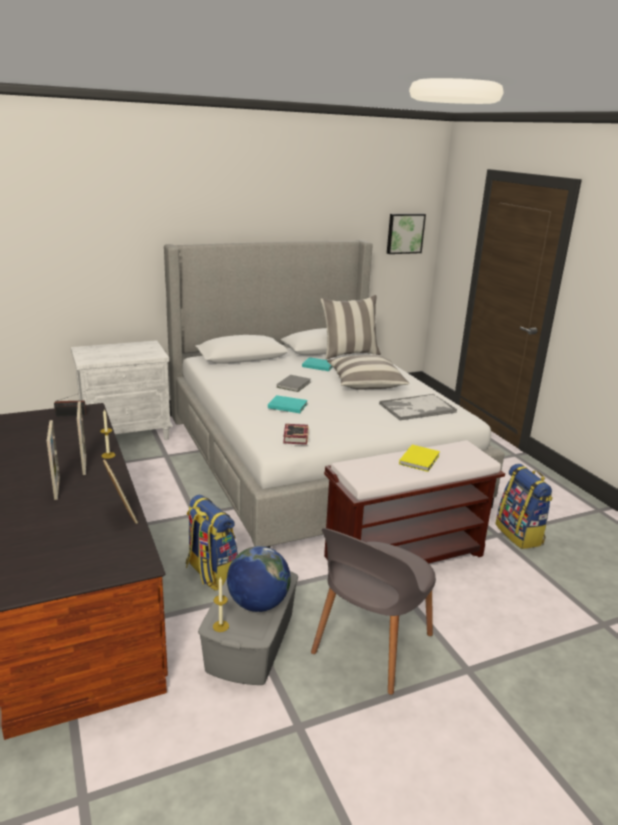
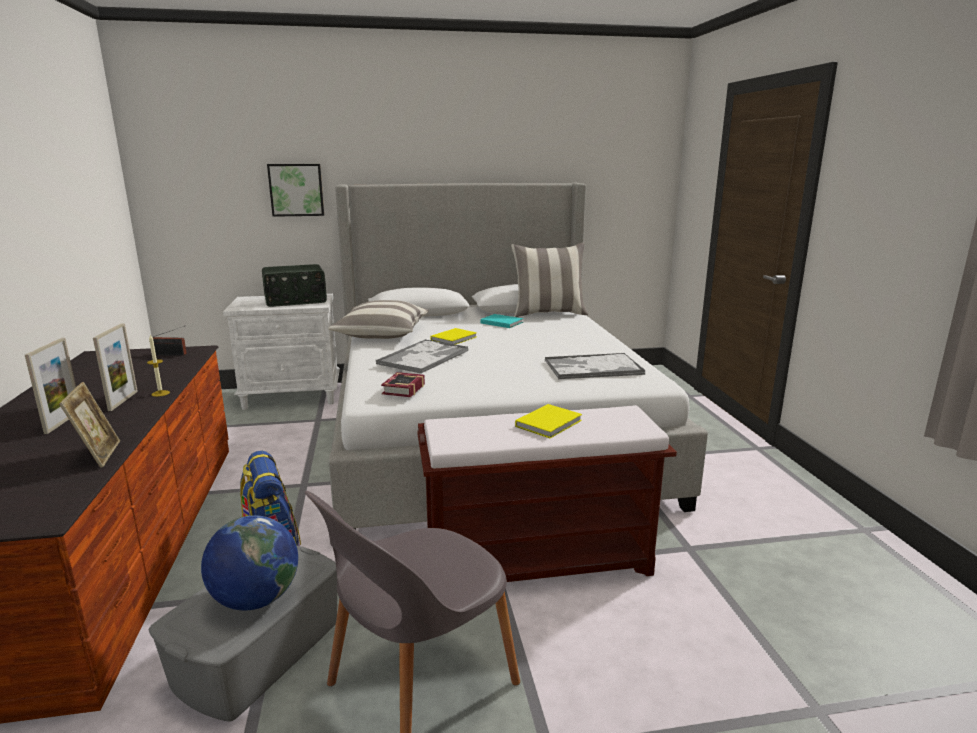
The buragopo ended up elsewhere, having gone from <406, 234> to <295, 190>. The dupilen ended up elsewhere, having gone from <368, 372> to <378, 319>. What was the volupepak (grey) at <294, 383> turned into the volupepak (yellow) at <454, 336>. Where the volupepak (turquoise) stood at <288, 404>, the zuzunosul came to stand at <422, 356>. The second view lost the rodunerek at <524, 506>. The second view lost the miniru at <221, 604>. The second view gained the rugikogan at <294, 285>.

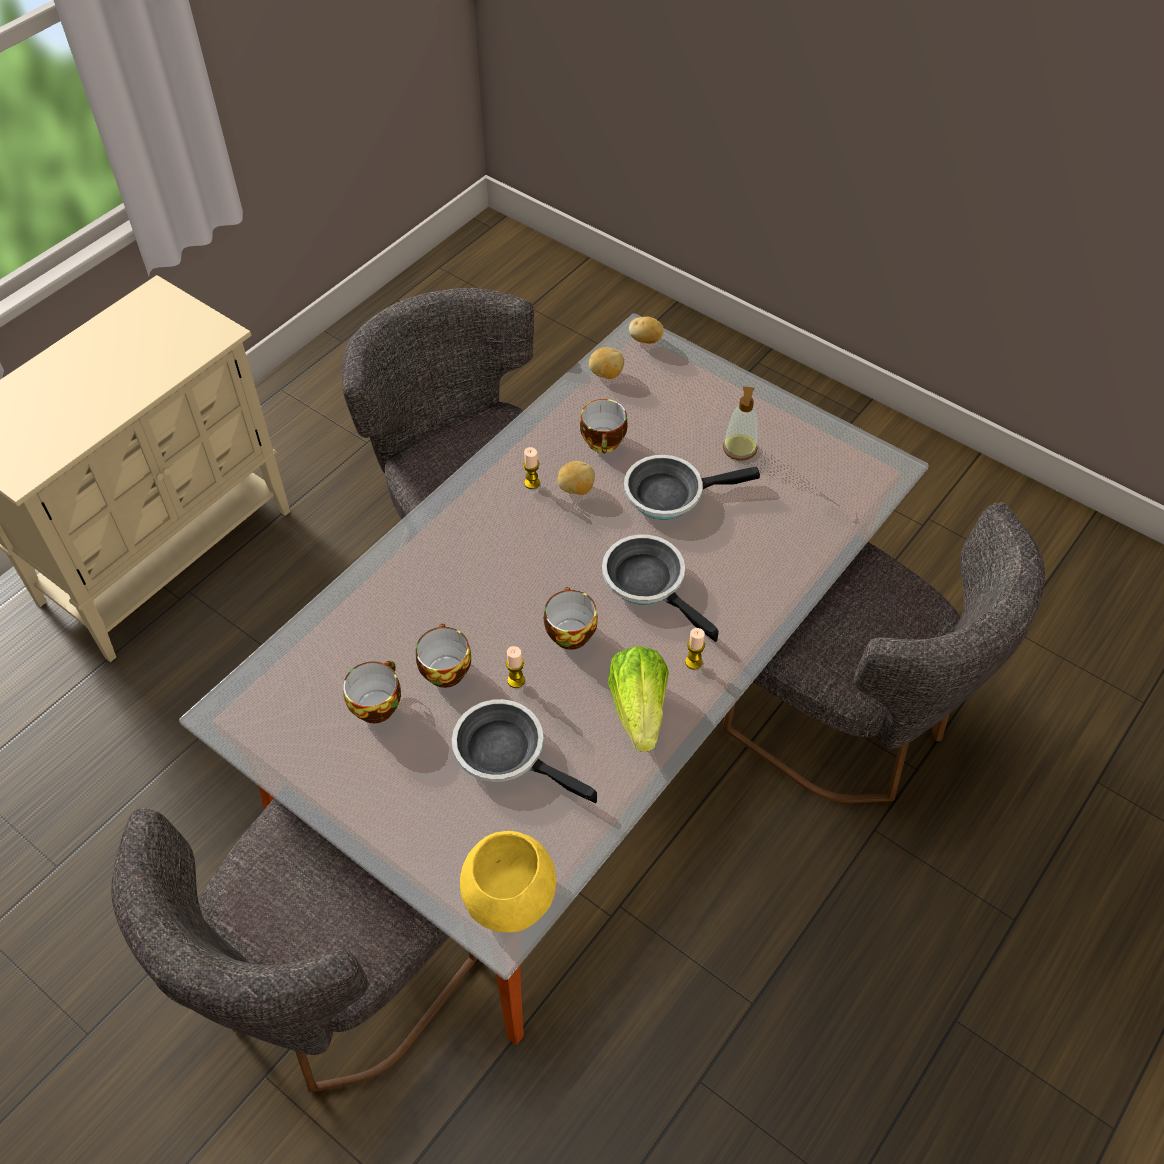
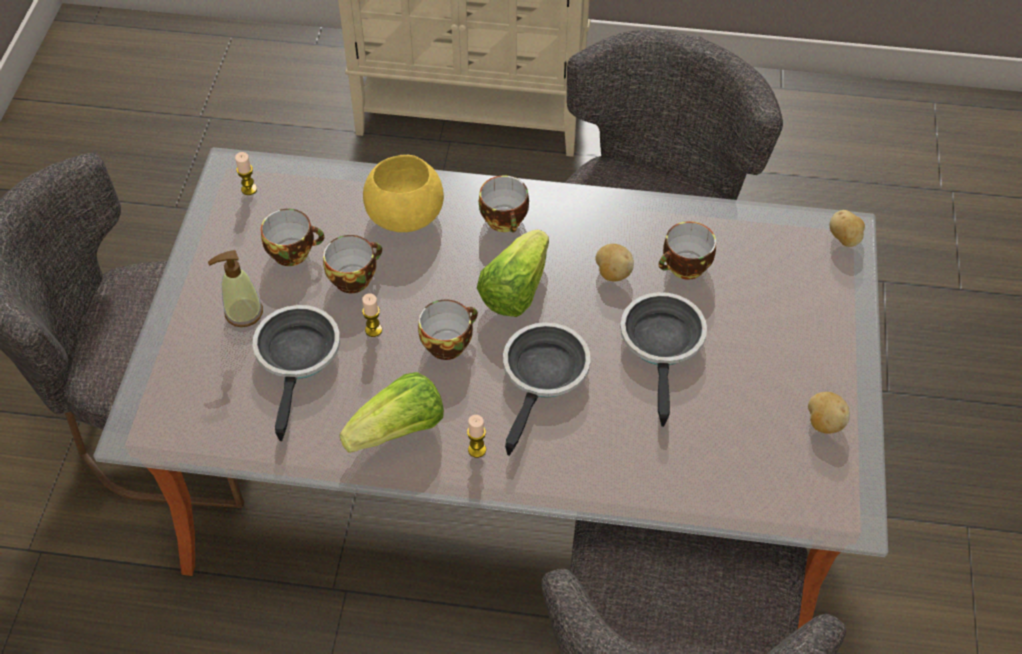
The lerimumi ended up elsewhere, having gone from <606, 363> to <829, 412>. The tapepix ended up elsewhere, having gone from <740, 423> to <235, 288>. The miniru ended up elsewhere, having gone from <531, 468> to <246, 173>. The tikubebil at <692, 487> ended up facing another way, 45 degrees clockwise from before. The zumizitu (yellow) ended up elsewhere, having gone from <508, 882> to <403, 193>. The second view gained the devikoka at <504, 204>. The second view gained the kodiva at <513, 273>.

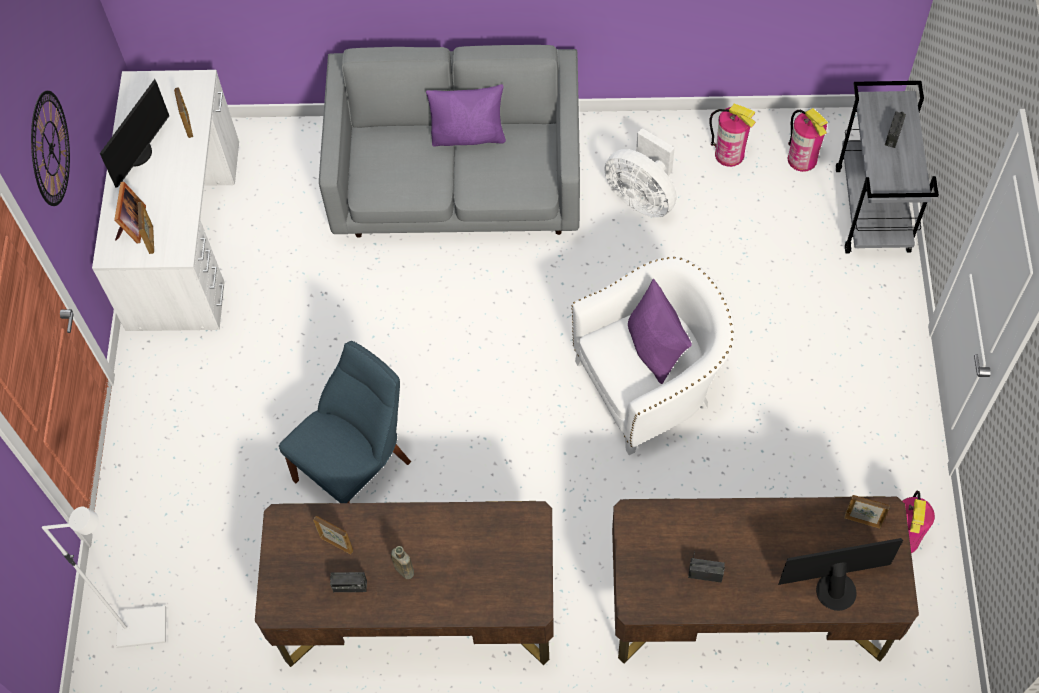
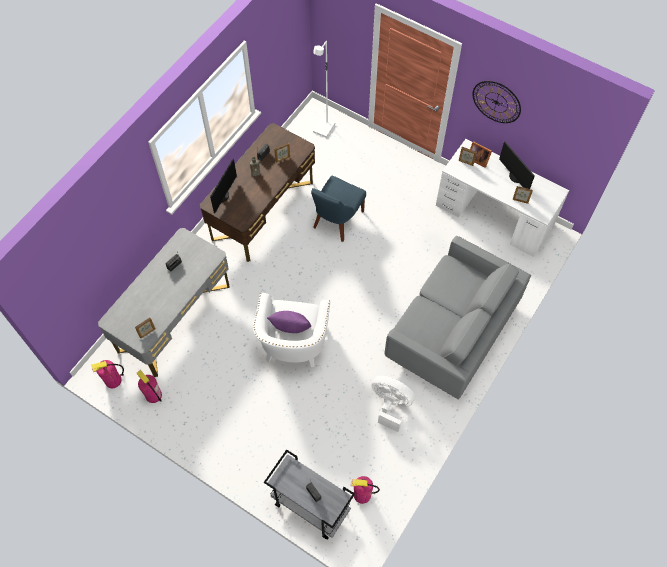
The second view lost the dupilen (purple) at <466, 115>. The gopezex ended up elsewhere, having gone from <733, 135> to <108, 374>. The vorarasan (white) at <640, 173> ended up facing another way, 45 degrees clockwise from before. The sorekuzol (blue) at <345, 422> ended up facing another way, 45 degrees clockwise from before. What was the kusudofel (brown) at <765, 580> turned into the kusudofel (grey) at <164, 302>. The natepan ended up elsewhere, having gone from <840, 574> to <223, 186>.

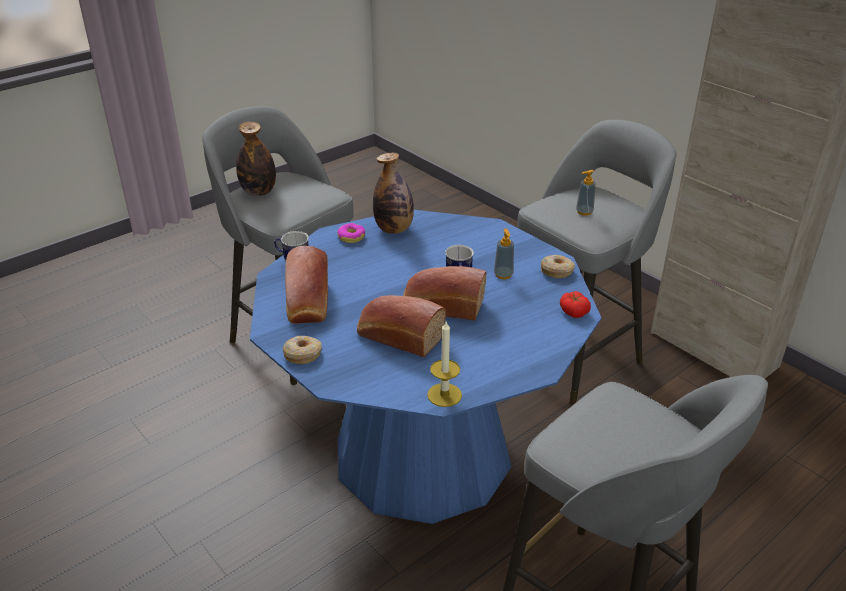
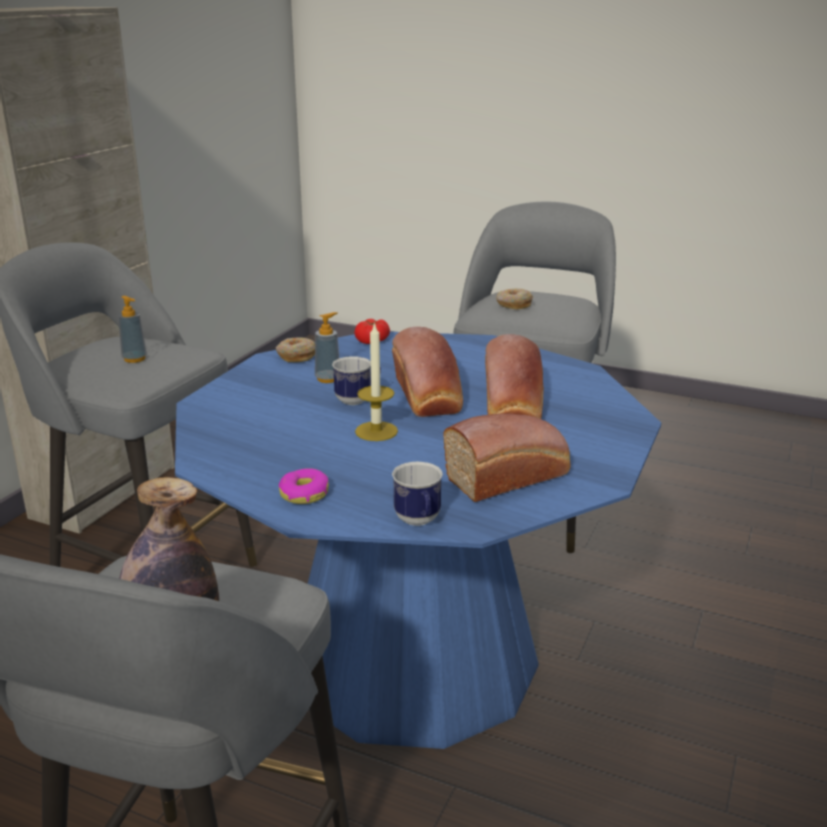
The second view lost the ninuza at <393, 193>. The miniru ended up elsewhere, having gone from <444, 364> to <376, 381>. The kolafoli ended up elsewhere, having gone from <302, 350> to <514, 299>.

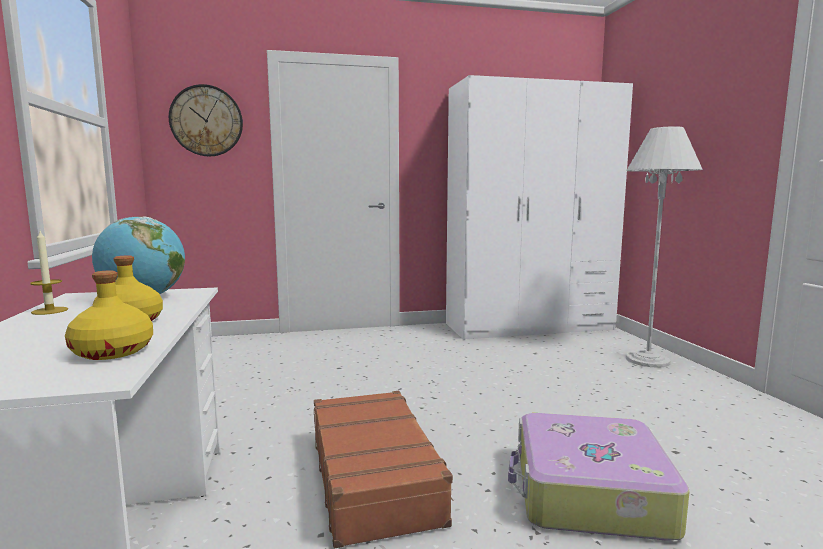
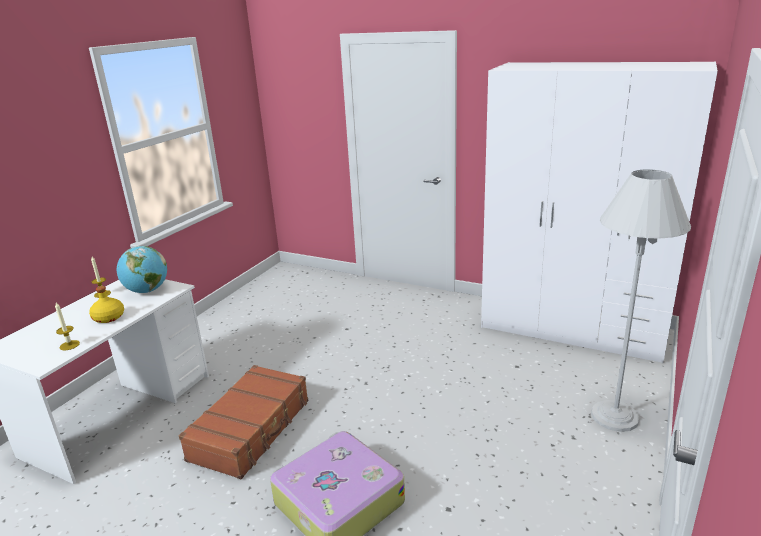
The second view lost the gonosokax at <206, 120>. Where the ninuza (yellow) stood at <109, 315>, the miniru came to stand at <67, 326>.

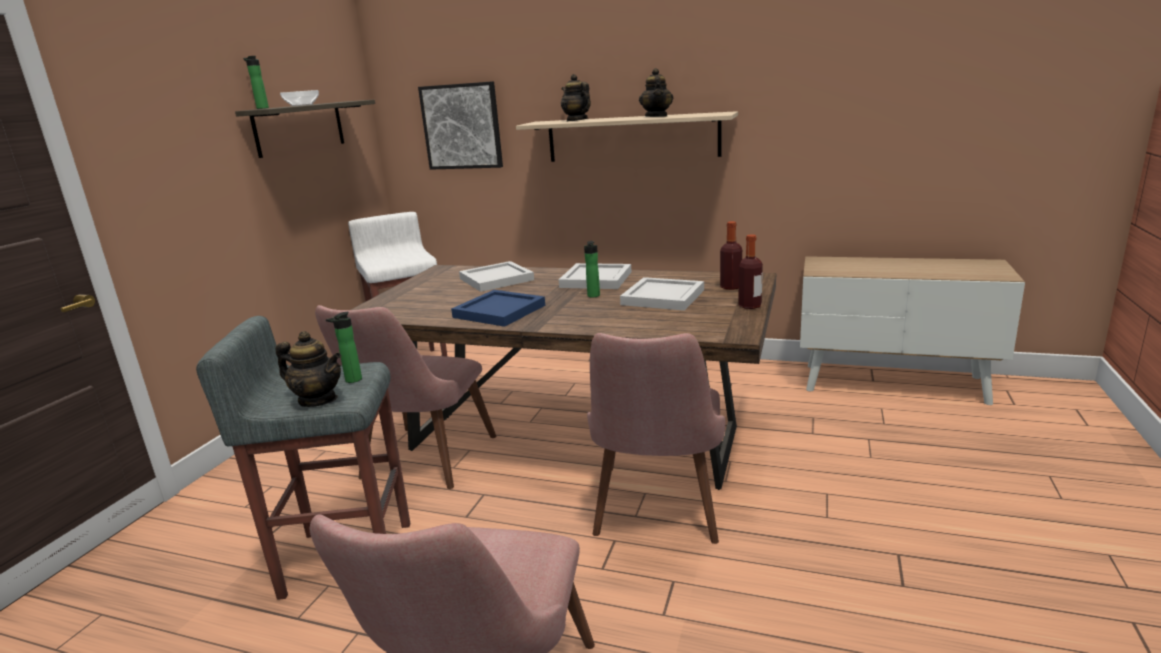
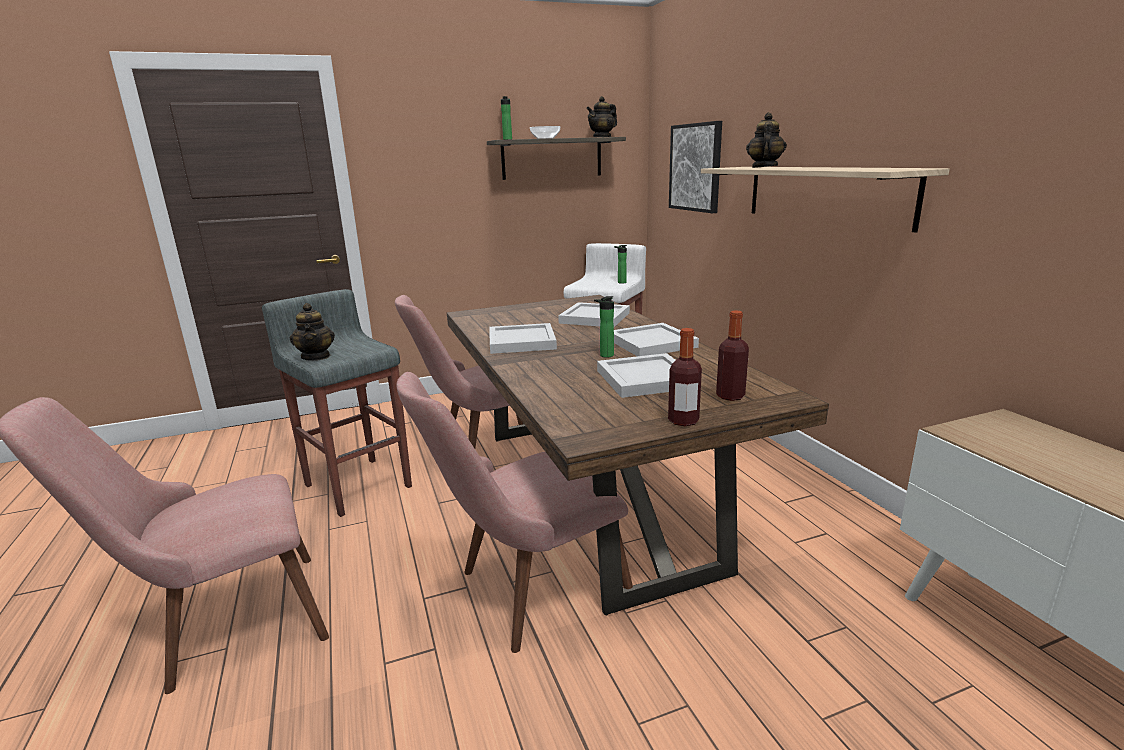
The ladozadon ended up elsewhere, having gone from <656, 92> to <601, 116>. What was the zuzunosul (blue) at <498, 308> turned into the zuzunosul (white) at <523, 338>. The ninuza ended up elsewhere, having gone from <344, 347> to <620, 264>.

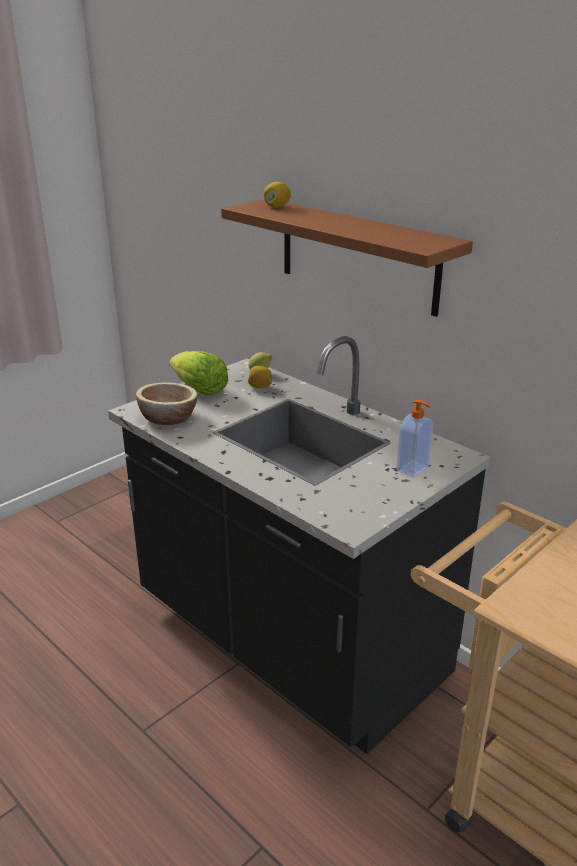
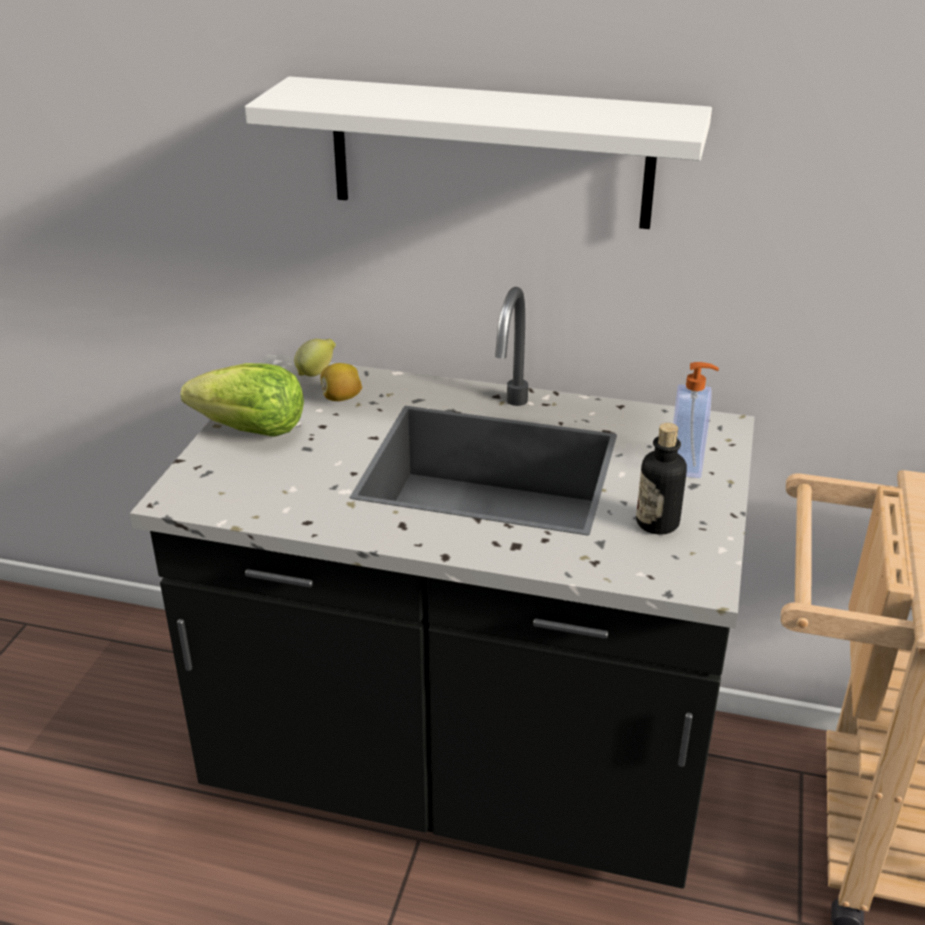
The second view lost the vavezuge at <277, 195>. What was the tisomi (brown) at <347, 258> turned into the tisomi (white) at <478, 152>. The second view lost the zumizitu at <166, 403>. The second view gained the ninuza at <661, 479>.

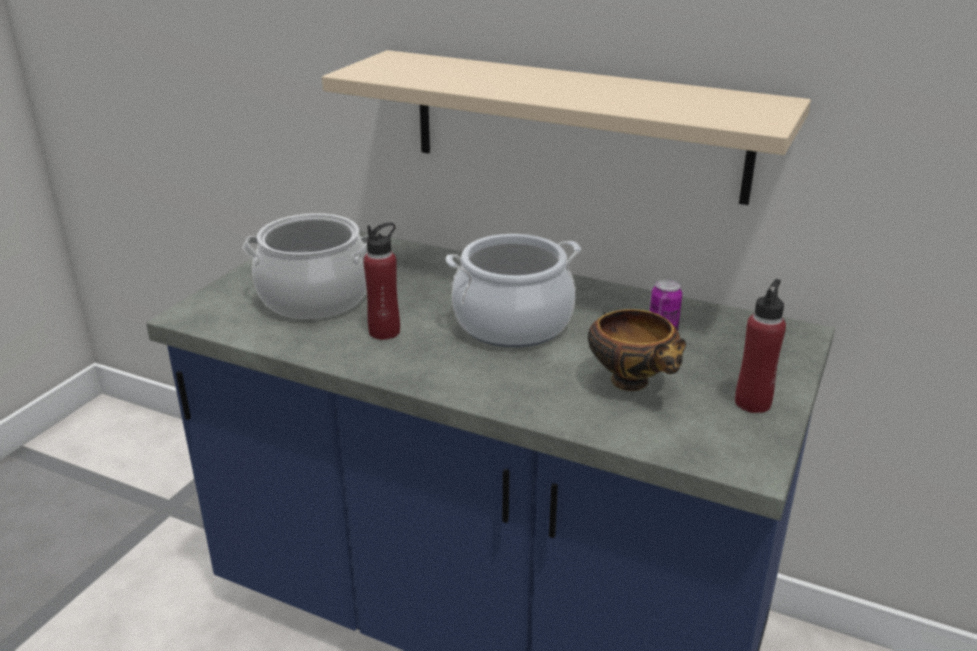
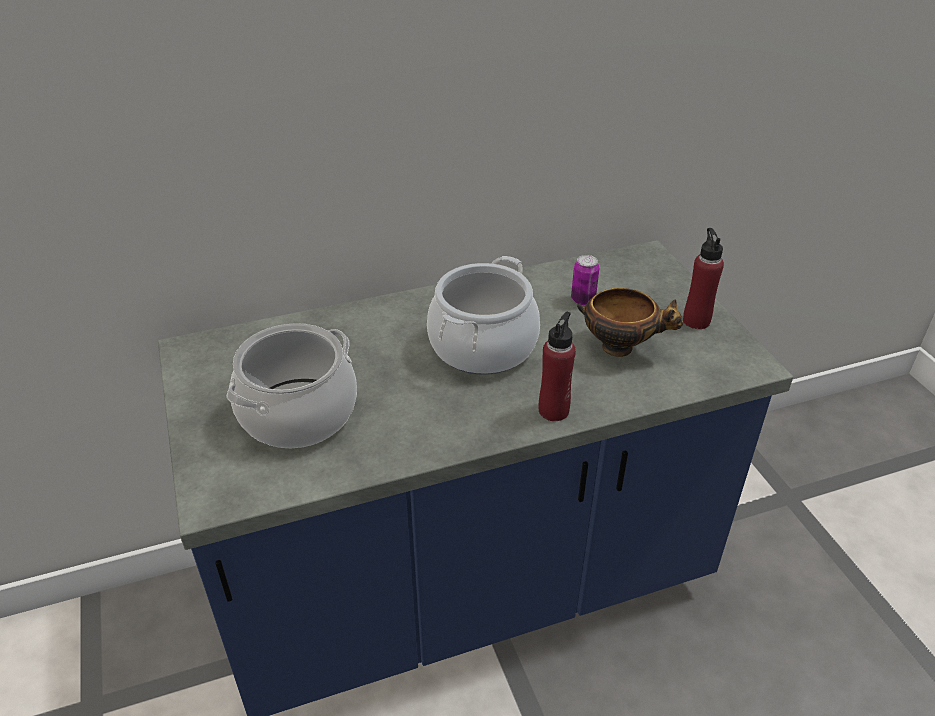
The second view lost the tisomi (beige) at <566, 127>. The ninuza (red) ended up elsewhere, having gone from <381, 281> to <557, 366>.

